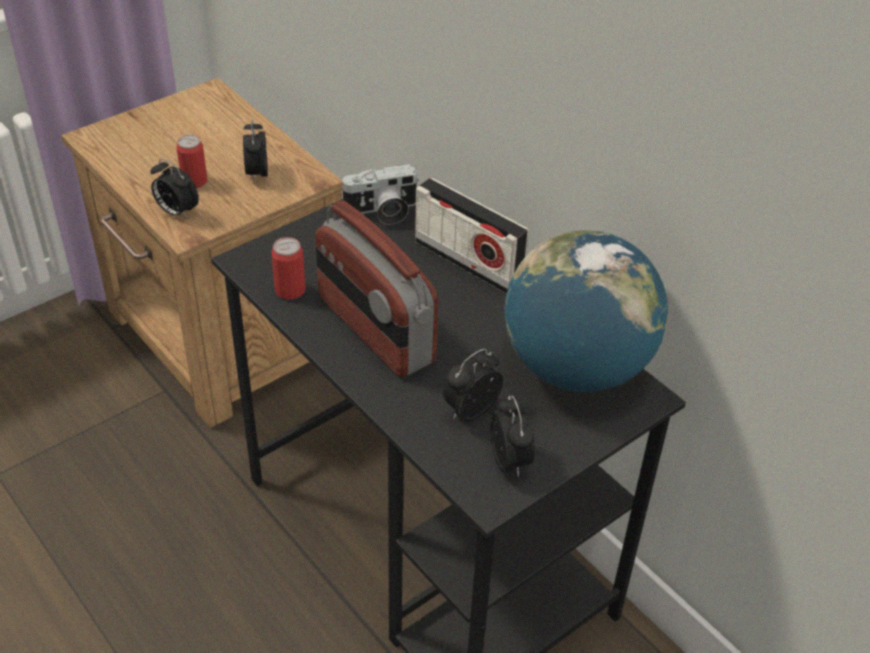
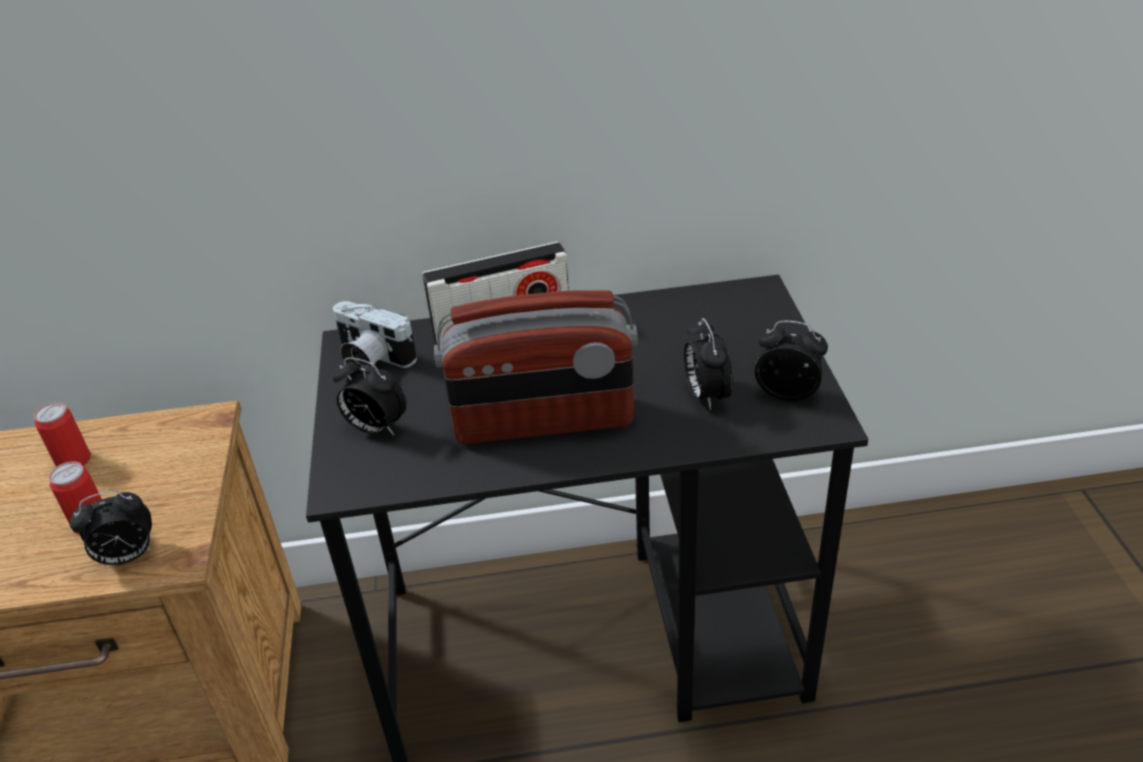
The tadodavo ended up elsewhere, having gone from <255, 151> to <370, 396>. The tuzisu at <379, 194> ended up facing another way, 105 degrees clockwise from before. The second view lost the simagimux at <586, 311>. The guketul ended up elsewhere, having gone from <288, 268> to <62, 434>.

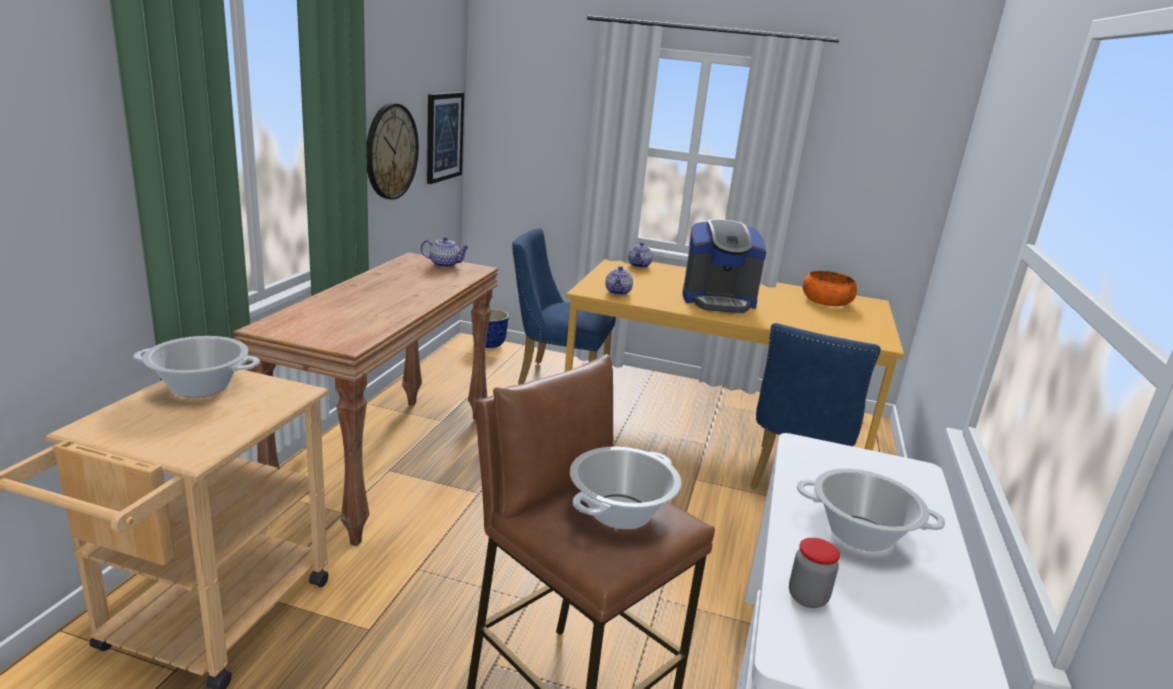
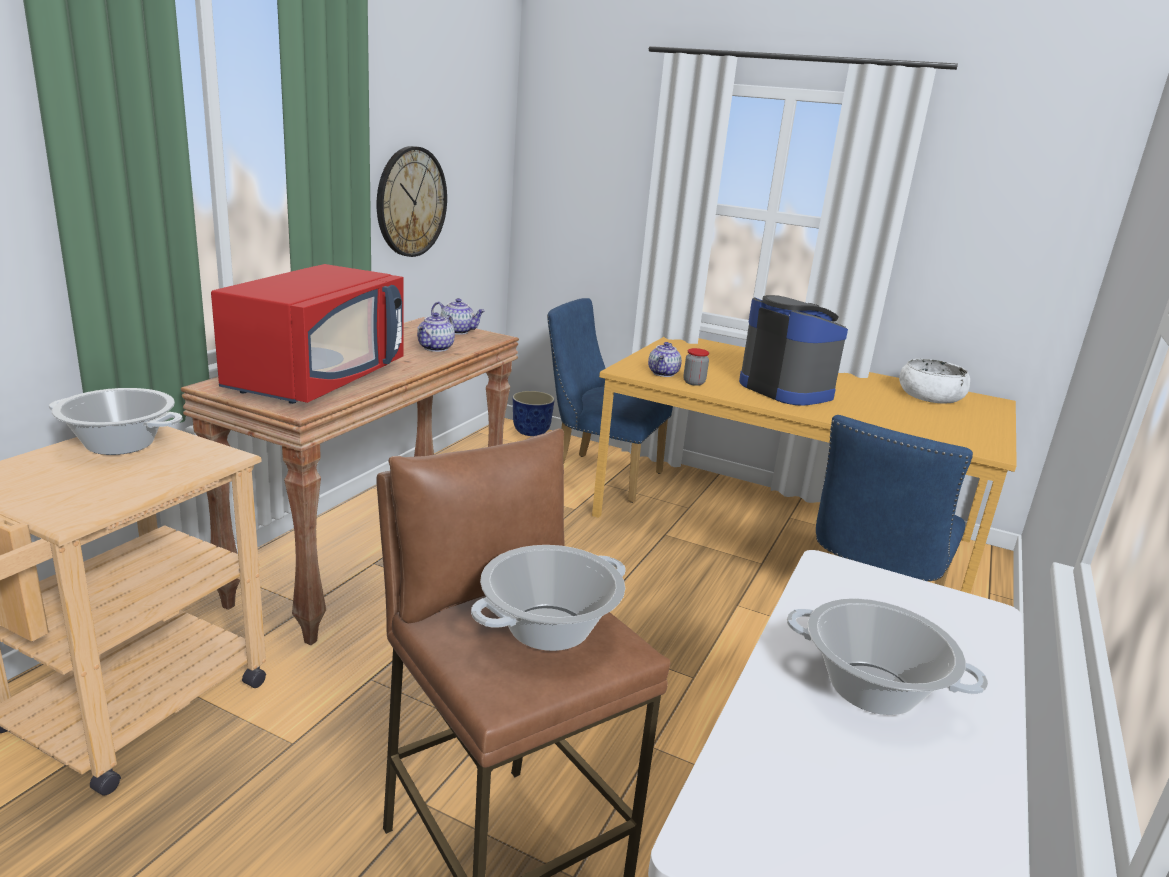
The second view lost the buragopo at <445, 138>. The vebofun at <725, 266> ended up facing another way, 135 degrees counterclockwise from before. The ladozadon ended up elsewhere, having gone from <640, 255> to <436, 332>. What was the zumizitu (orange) at <830, 288> turned into the zumizitu (white) at <934, 381>. The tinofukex ended up elsewhere, having gone from <814, 573> to <696, 367>. The second view gained the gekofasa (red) at <307, 334>.

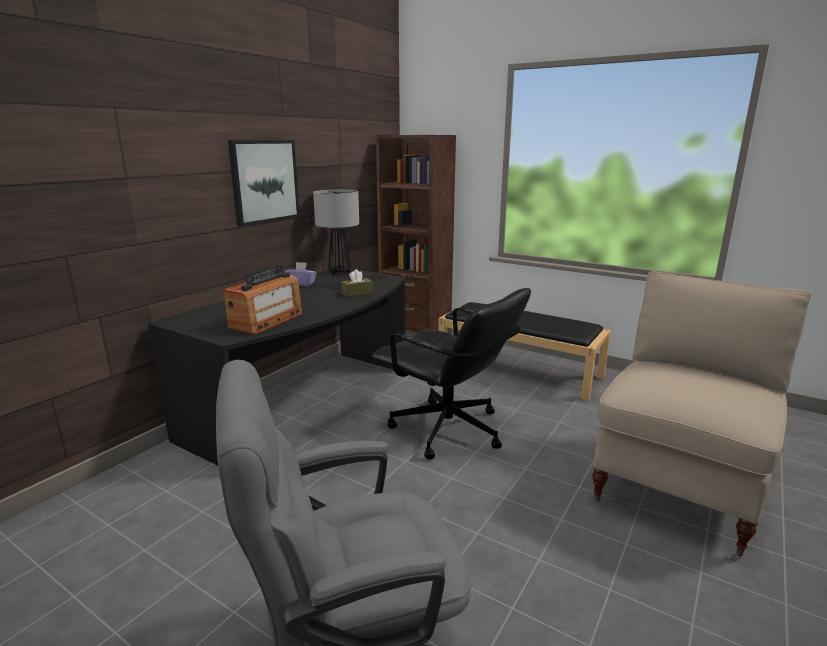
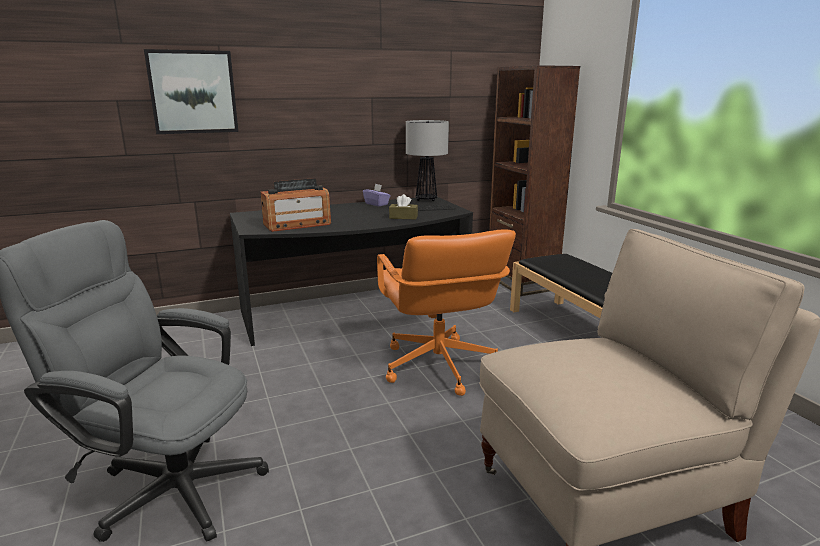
The buragopo ended up elsewhere, having gone from <264, 183> to <191, 91>. What was the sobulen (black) at <451, 374> turned into the sobulen (orange) at <446, 312>.

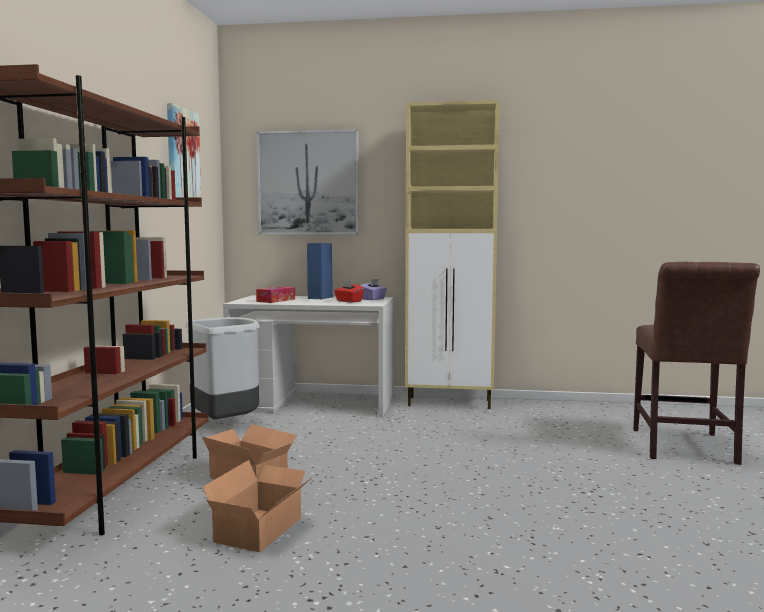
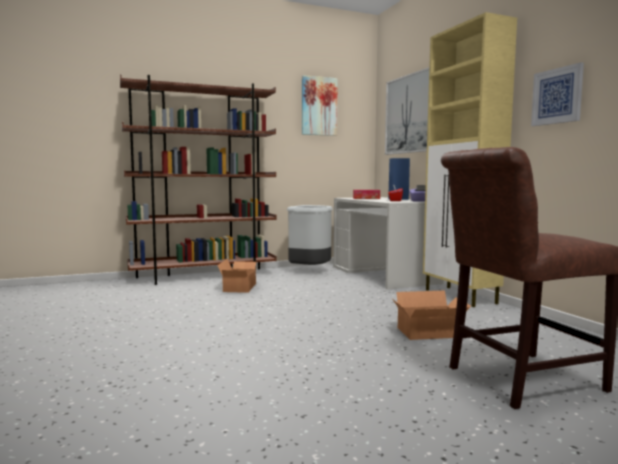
The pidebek ended up elsewhere, having gone from <259, 506> to <432, 315>. The second view gained the buragopo at <557, 94>.

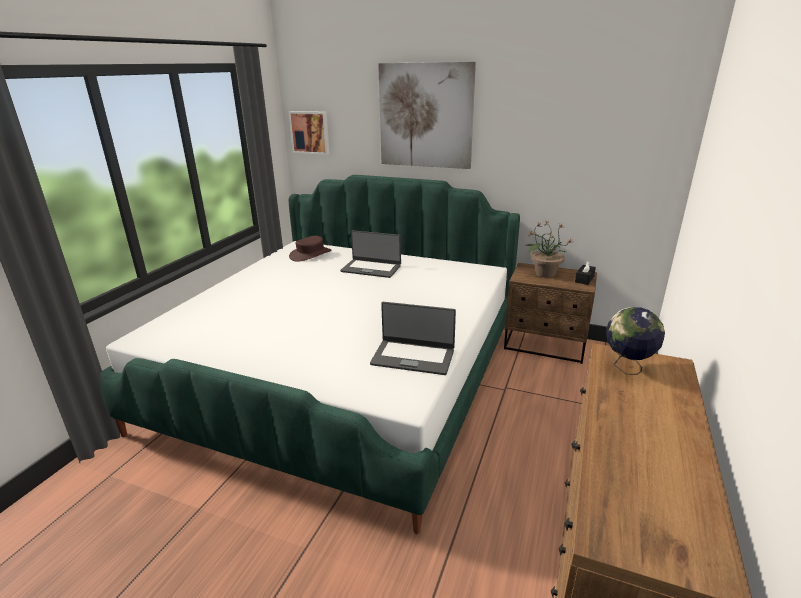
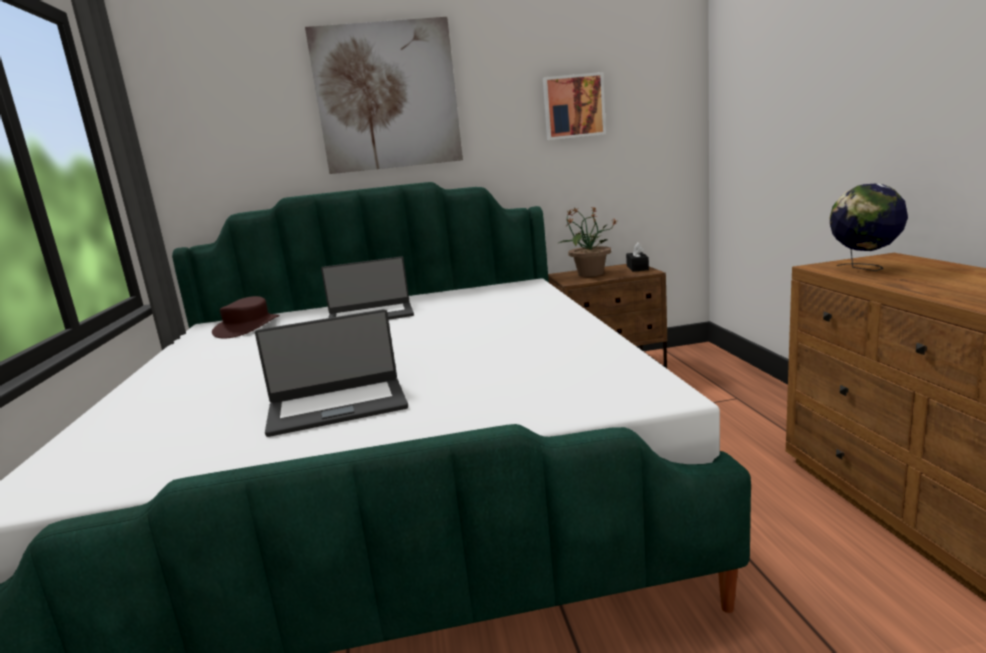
The buragopo ended up elsewhere, having gone from <309, 133> to <574, 106>. The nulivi ended up elsewhere, having gone from <413, 338> to <331, 373>.

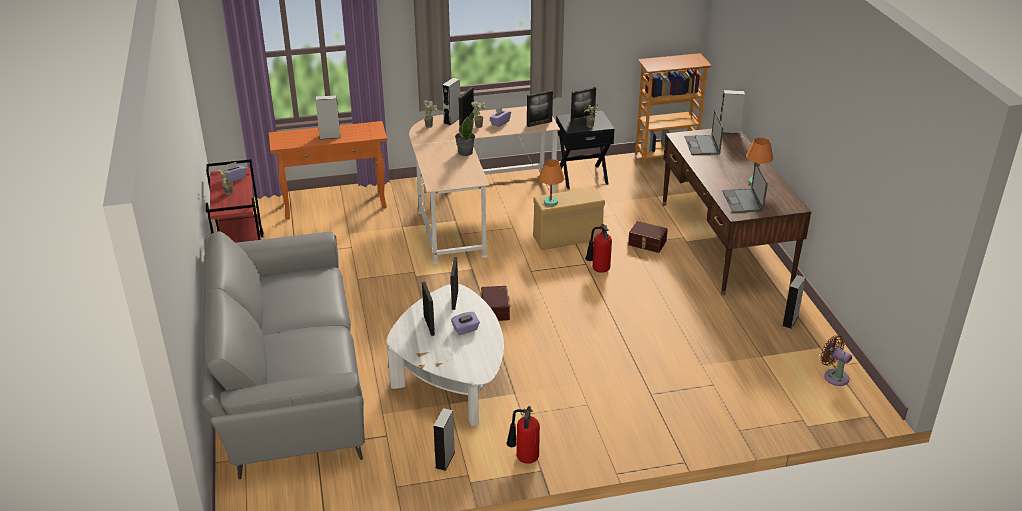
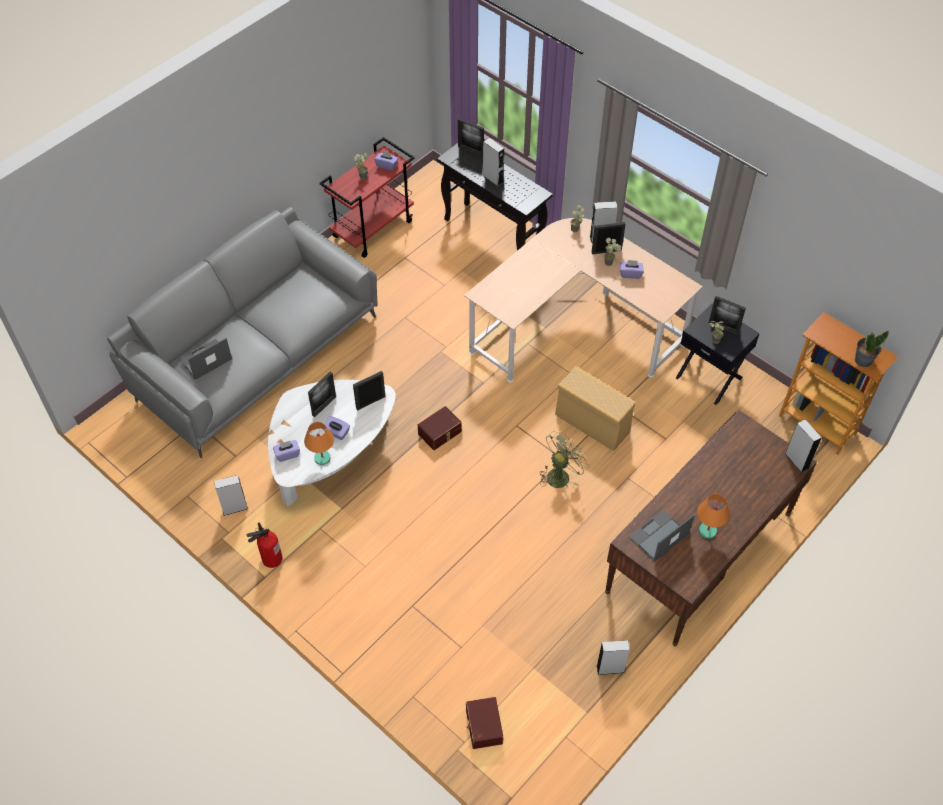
The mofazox ended up elsewhere, having gone from <540, 108> to <471, 137>. The nulivi ended up elsewhere, having gone from <704, 132> to <205, 359>. The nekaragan ended up elsewhere, having gone from <465, 134> to <872, 349>. What was the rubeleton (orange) at <328, 170> turned into the rubeleton (black) at <495, 197>. The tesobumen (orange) ended up elsewhere, having gone from <551, 182> to <319, 443>. The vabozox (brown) ended up elsewhere, having gone from <648, 237> to <484, 723>. Where the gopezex stood at <598, 248>, the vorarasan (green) came to stand at <564, 459>. The second view lost the vorarasan (brown) at <836, 360>. The second view gained the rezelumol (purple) at <286, 451>.

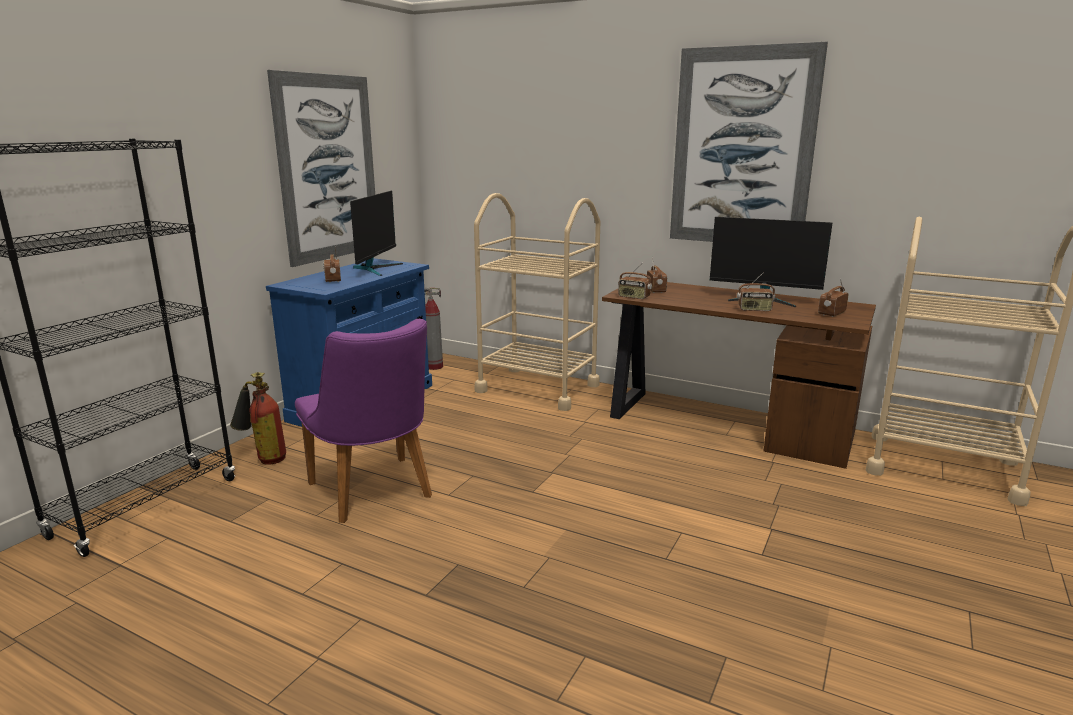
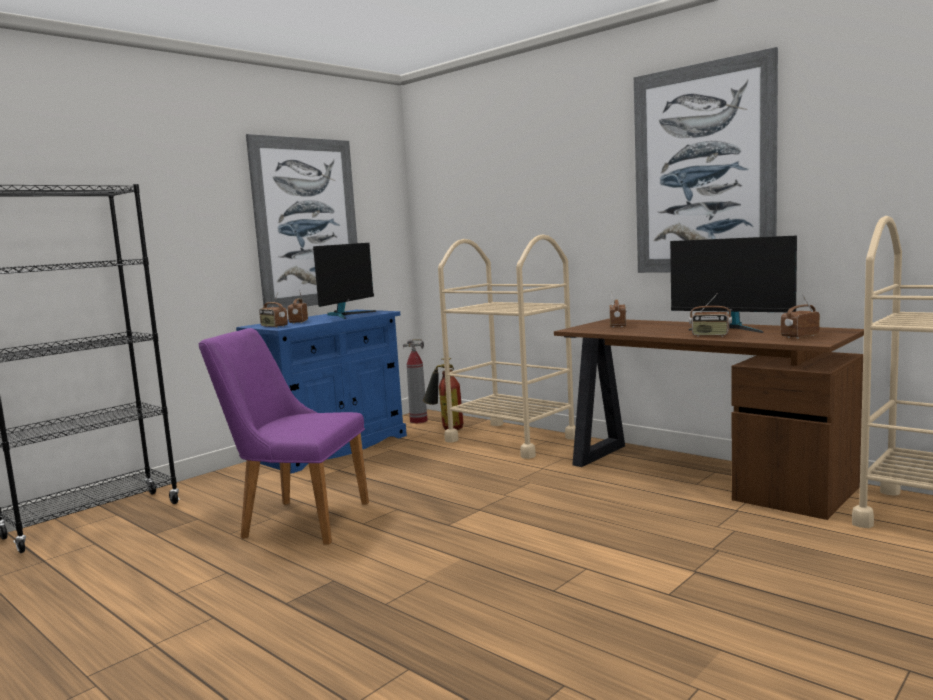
The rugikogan ended up elsewhere, having gone from <635, 281> to <273, 310>. The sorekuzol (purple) at <363, 421> ended up facing another way, 120 degrees clockwise from before. The gopezex ended up elsewhere, having gone from <258, 418> to <443, 394>.

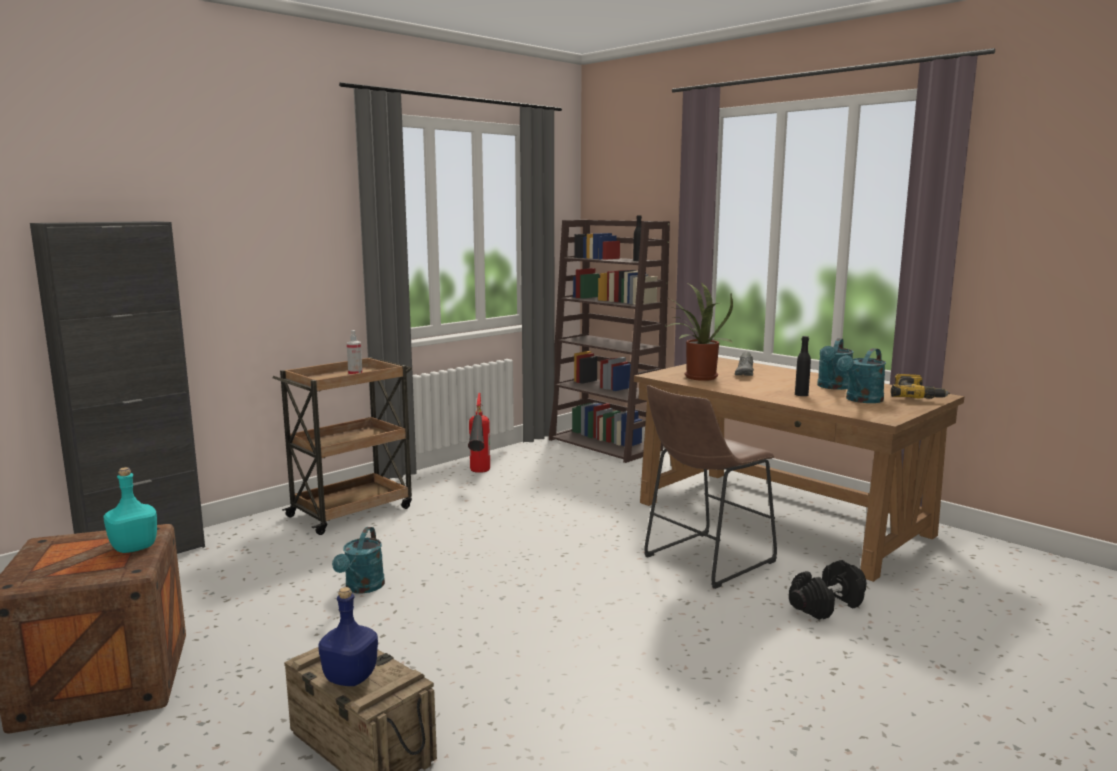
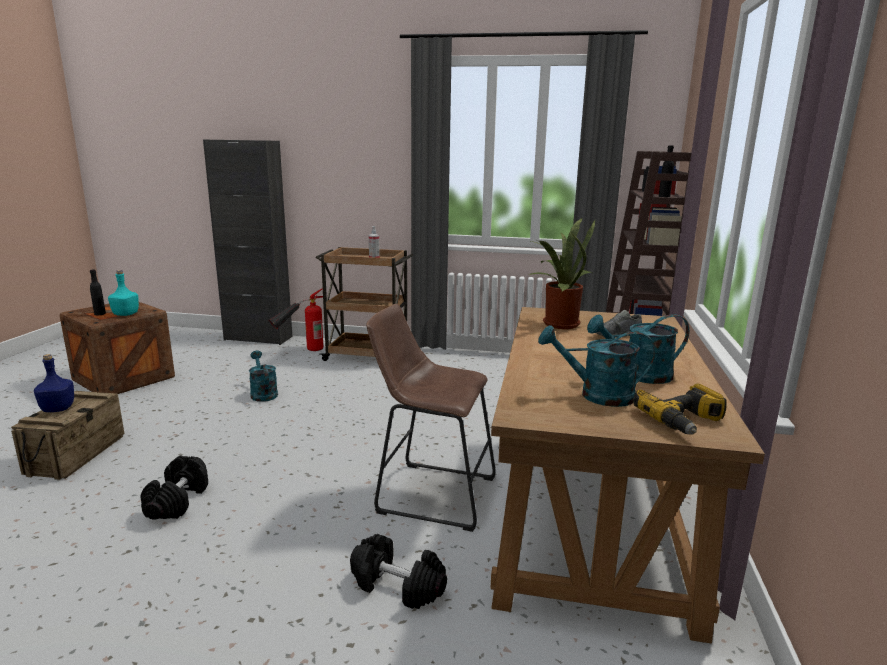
The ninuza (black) ended up elsewhere, having gone from <803, 366> to <98, 292>. The gopezex ended up elsewhere, having gone from <479, 433> to <296, 319>. The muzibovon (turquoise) at <358, 560> ended up facing another way, 90 degrees clockwise from before. The second view gained the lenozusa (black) at <174, 488>.

